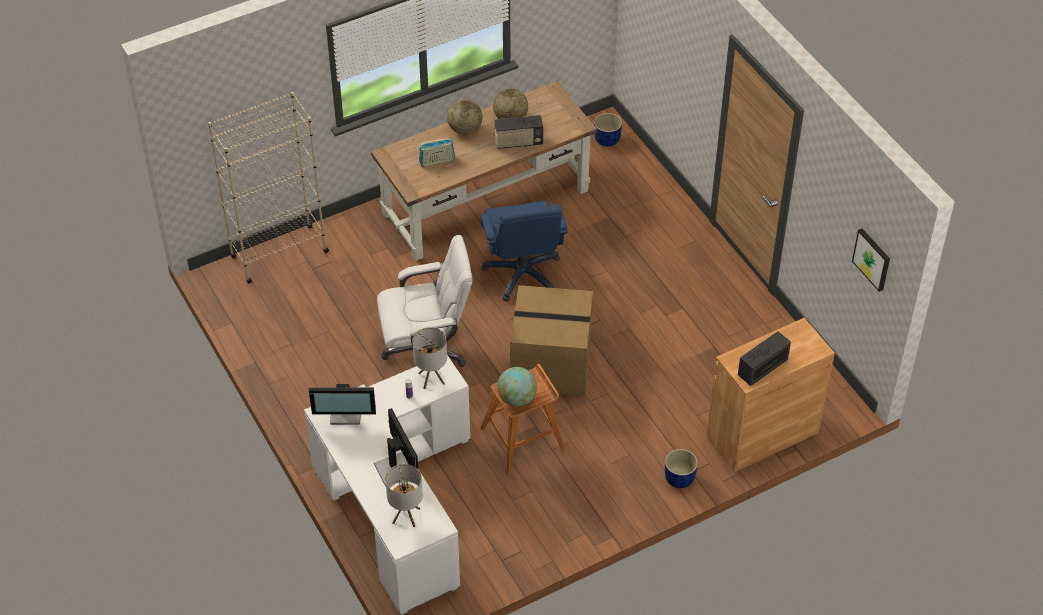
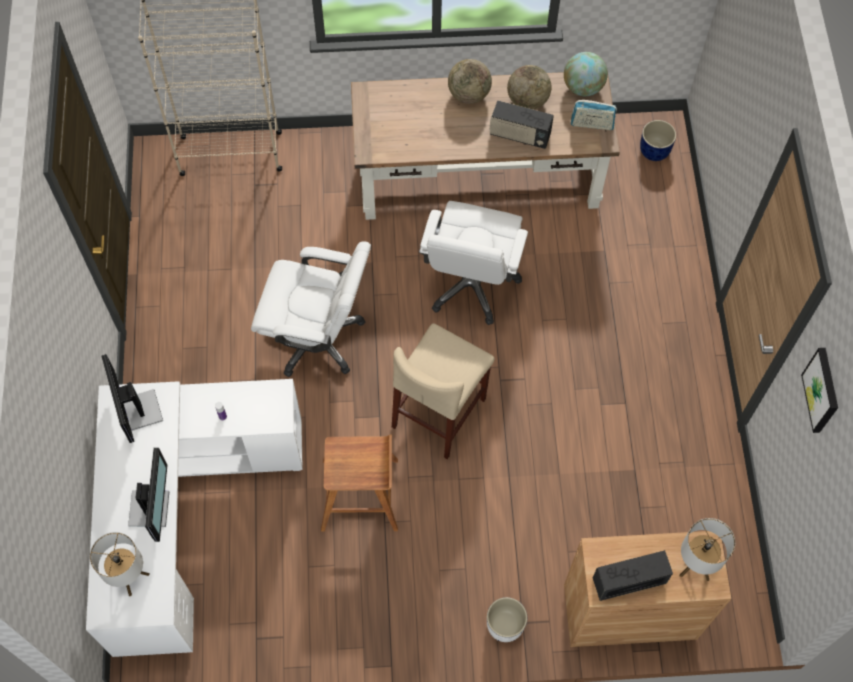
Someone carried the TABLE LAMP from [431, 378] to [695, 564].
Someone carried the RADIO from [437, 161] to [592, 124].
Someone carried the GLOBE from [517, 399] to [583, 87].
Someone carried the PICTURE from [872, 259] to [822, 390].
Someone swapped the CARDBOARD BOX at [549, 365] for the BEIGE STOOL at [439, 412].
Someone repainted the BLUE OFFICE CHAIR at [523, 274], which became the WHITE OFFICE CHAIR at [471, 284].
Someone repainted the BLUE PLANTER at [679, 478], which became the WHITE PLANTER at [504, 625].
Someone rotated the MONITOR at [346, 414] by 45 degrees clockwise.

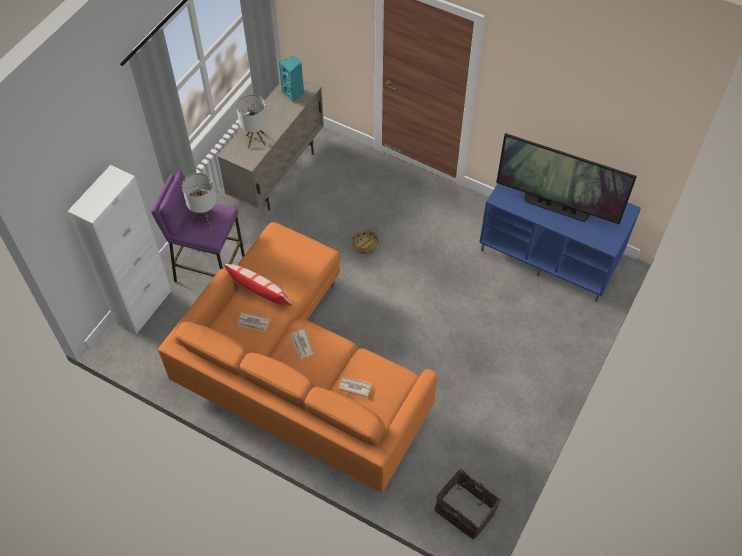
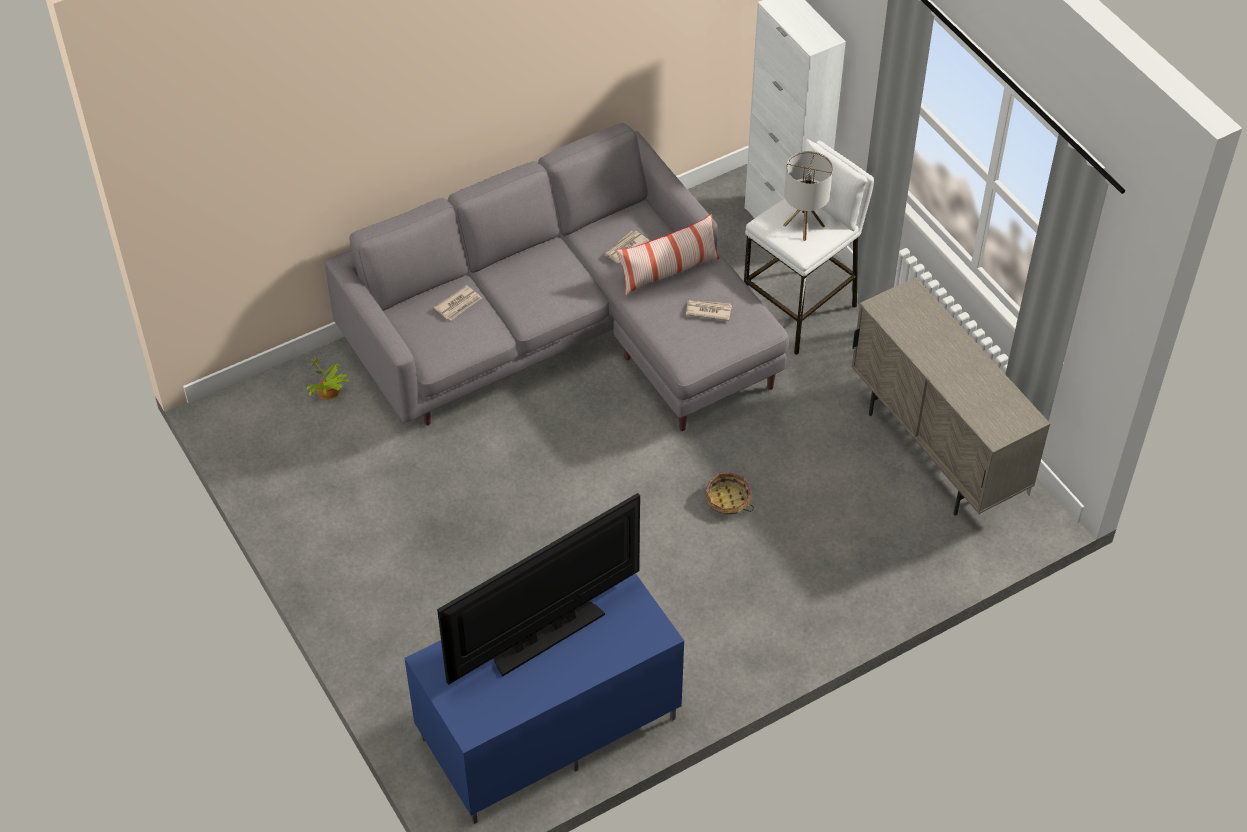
Someone took away the TABLE LAMP at [256, 140].
Someone took away the TURQUOISE SPEAKER at [294, 94].
Someone took away the BASKET at [466, 509].
Someone put down the POTTED PLANT at [328, 392].
Someone carried the NEWSPAPER from [302, 345] to [708, 311].
Someone repainted the PURPLE STOOL at [209, 270], which became the WHITE STOOL at [800, 310].
Someone repainted the ORANGE SOFA at [298, 376], which became the GREY SOFA at [565, 336].

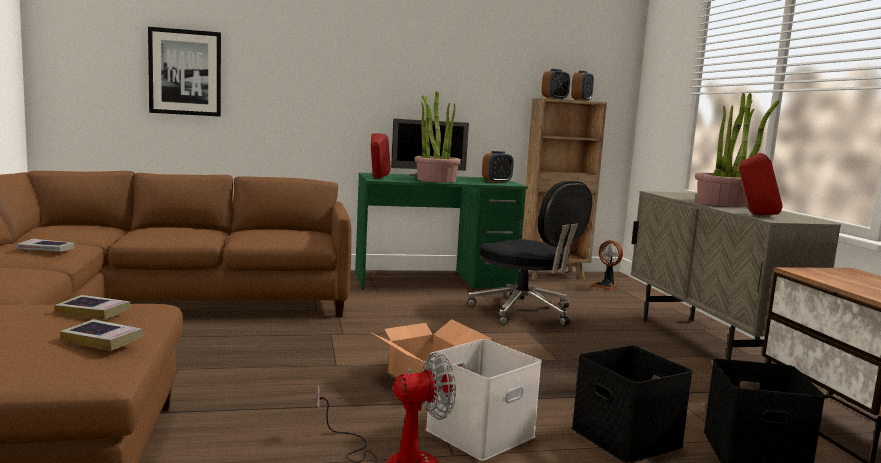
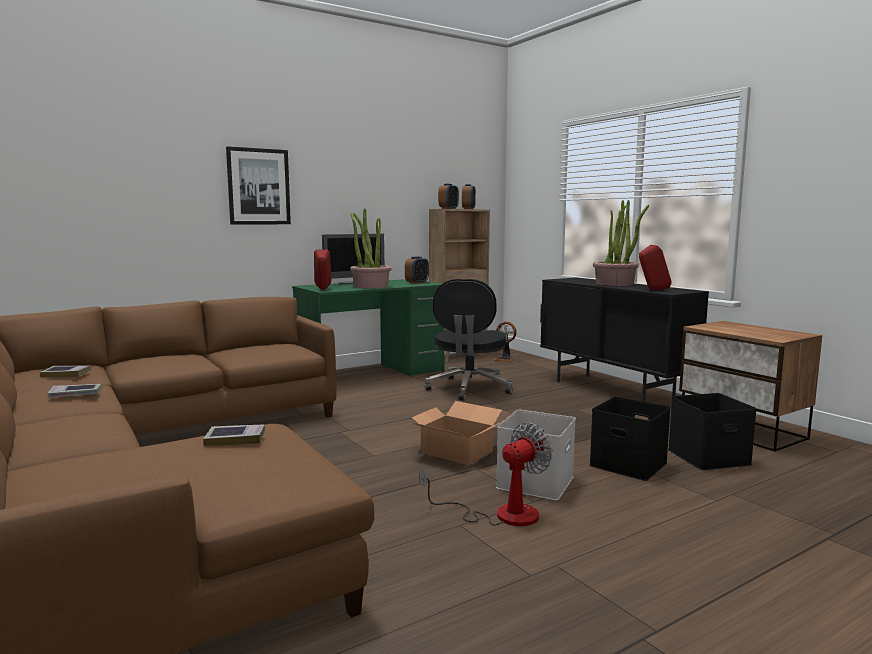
Someone carried the BOOK from [102, 340] to [66, 374].
Someone carried the PICTURE from [185, 72] to [258, 186].
Someone repainted the BEIGE CABINET at [708, 344], which became the BLACK CABINET at [613, 390].
Someone rotated the BLACK OFFICE CHAIR at [524, 312] by 75 degrees clockwise.

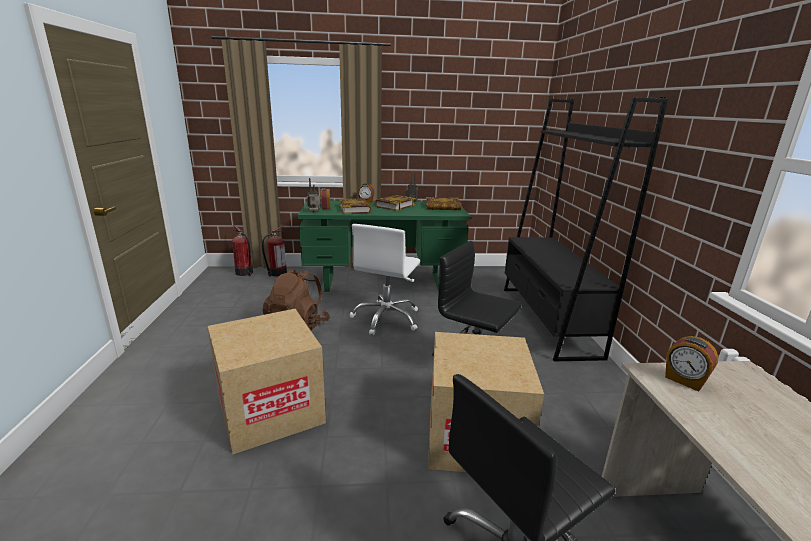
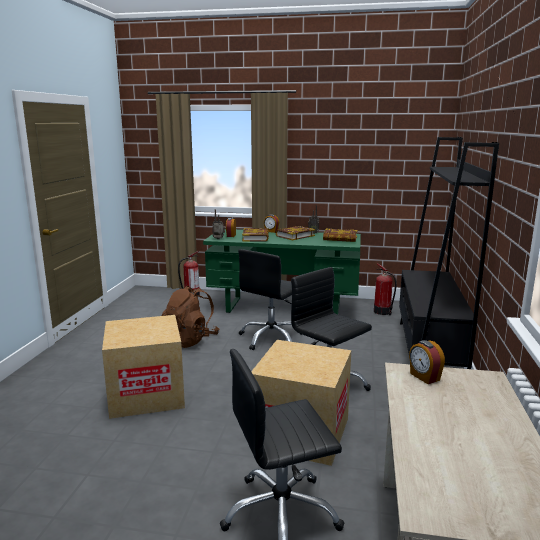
Someone carried the FIRE EXTINGUISHER from [245, 273] to [383, 312].
Someone repainted the WHITE OFFICE CHAIR at [386, 318], which became the BLACK OFFICE CHAIR at [271, 338].

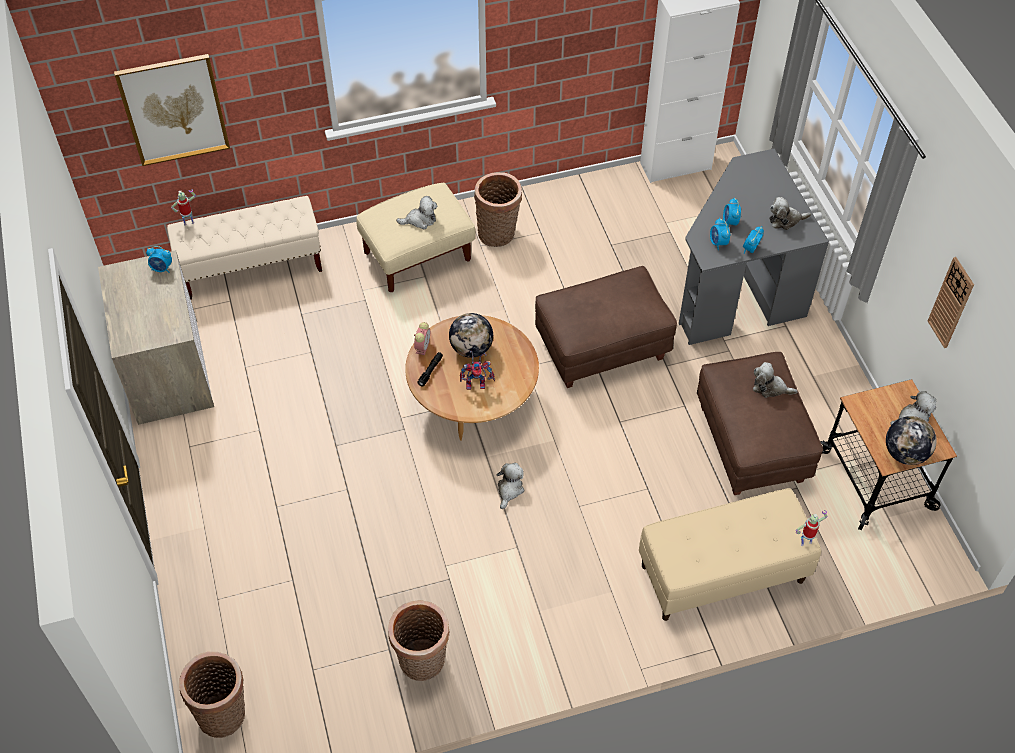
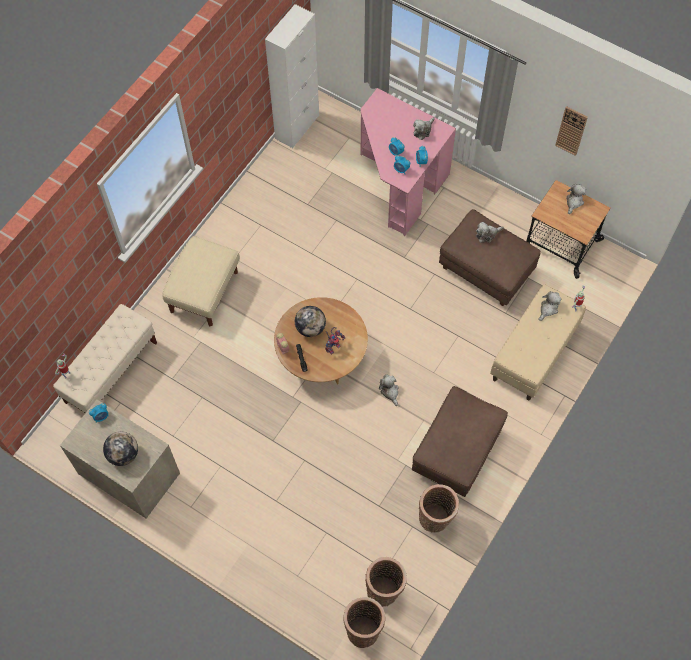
Someone took away the PICTURE at [174, 109].
Someone carried the PLUSH TOY from [420, 220] to [548, 309].
Someone carried the BASKET from [498, 234] to [384, 590].
Someone carried the BROWN OTTOMAN from [602, 348] to [456, 452].
Someone carried the GLOBE from [905, 453] to [123, 454].
Someone repainted the GREY DESK at [737, 287], which became the PINK DESK at [399, 182].

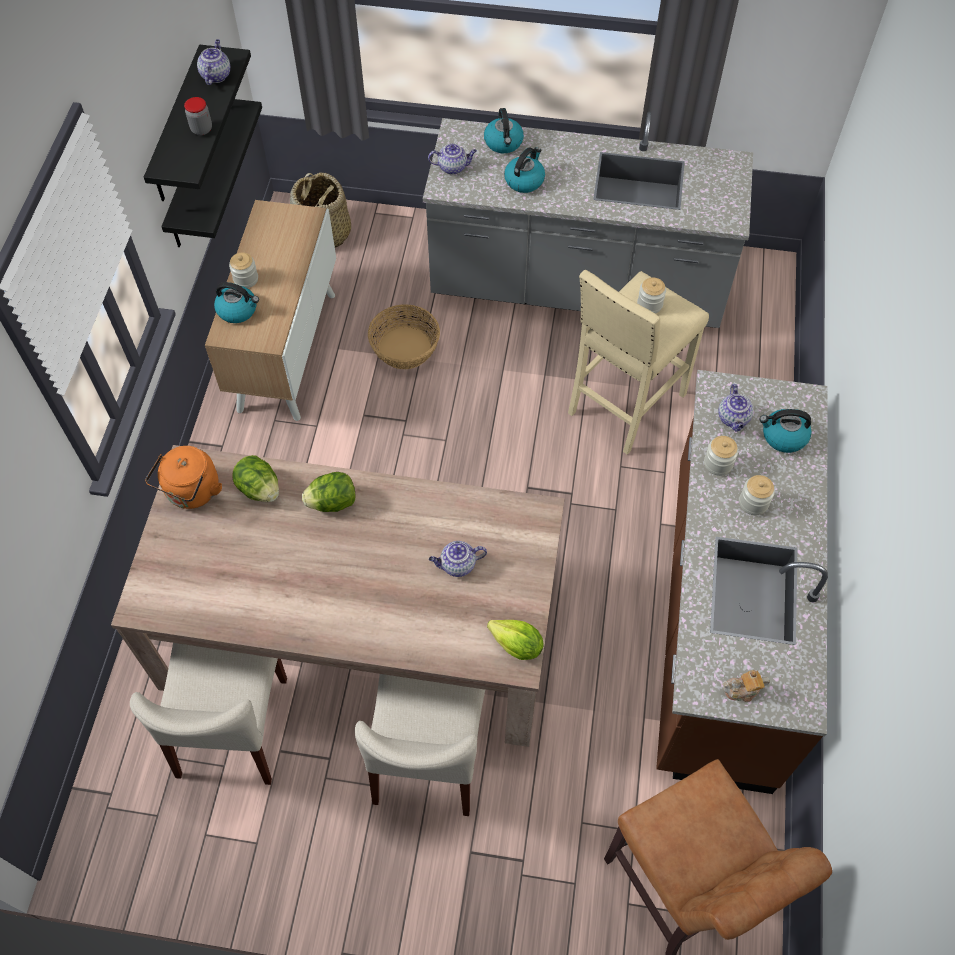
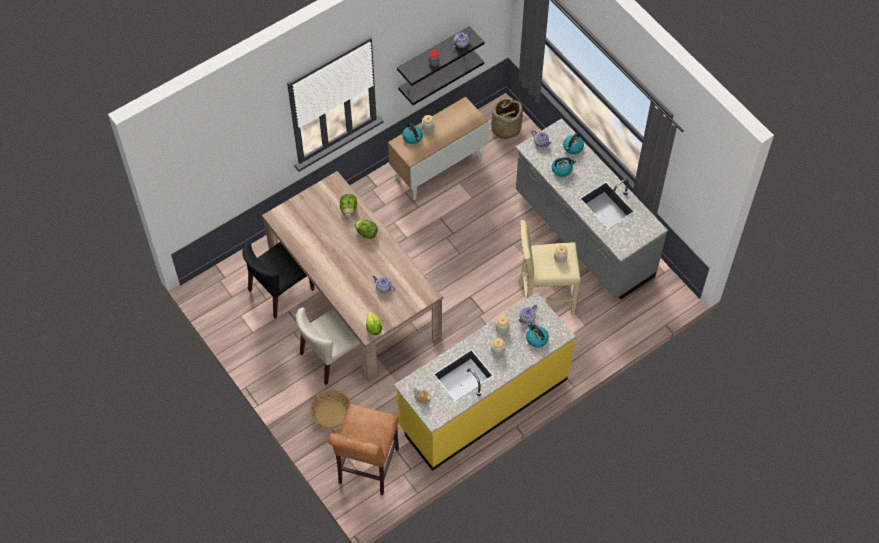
Someone took away the ORANGE KETTLE at [191, 493].
Someone carried the BASKET from [404, 347] to [331, 413].
Someone repainted the BEIGE CHAIR at [233, 728], which became the BLACK CHAIR at [281, 290].
Someone repainted the BROWN COUNTER at [718, 620], which became the YELLOW COUNTER at [483, 402].

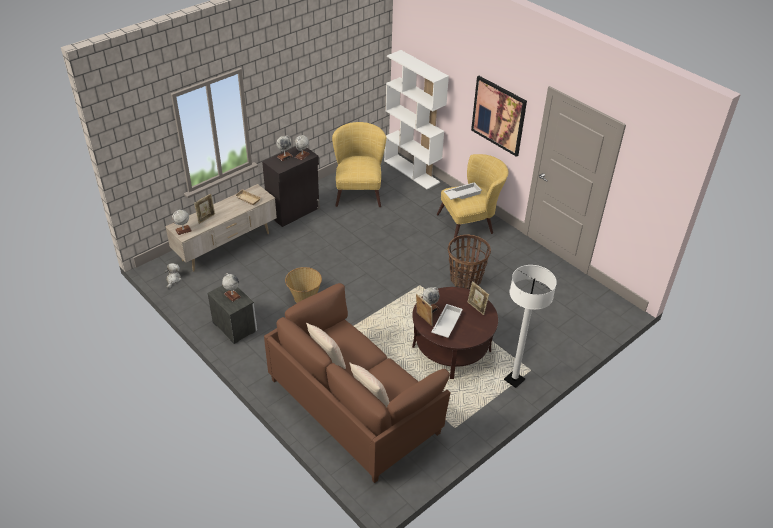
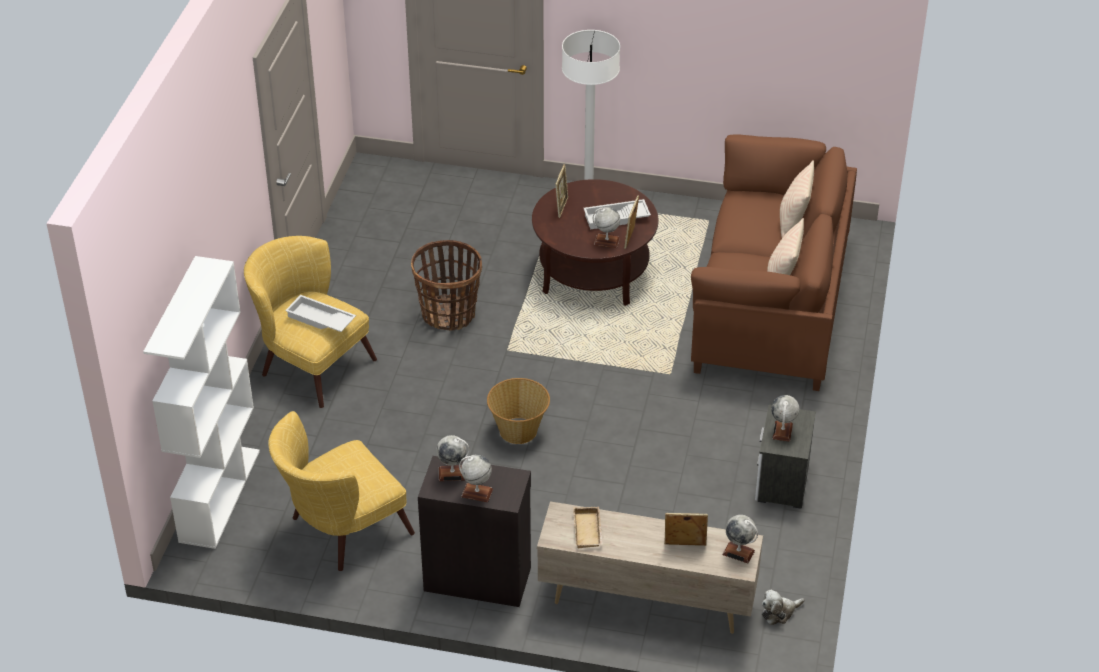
Someone took away the PICTURE at [498, 115].
Someone carried the BASKET from [304, 297] to [518, 431].

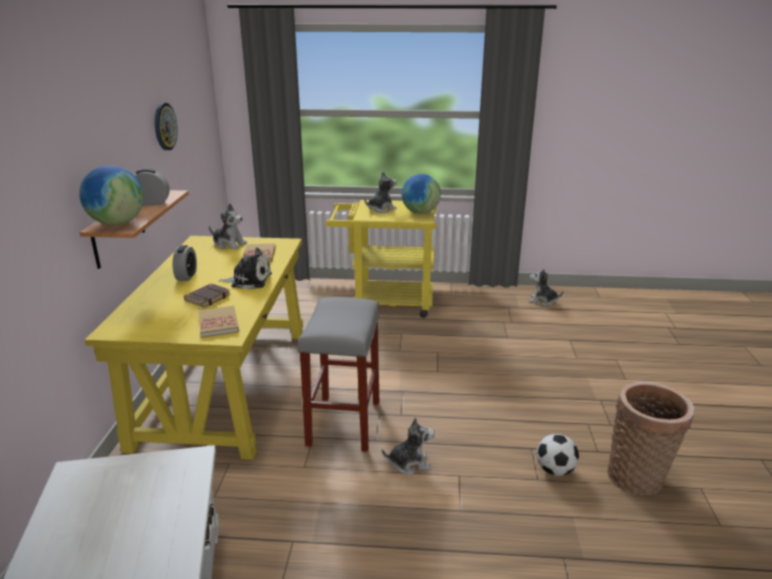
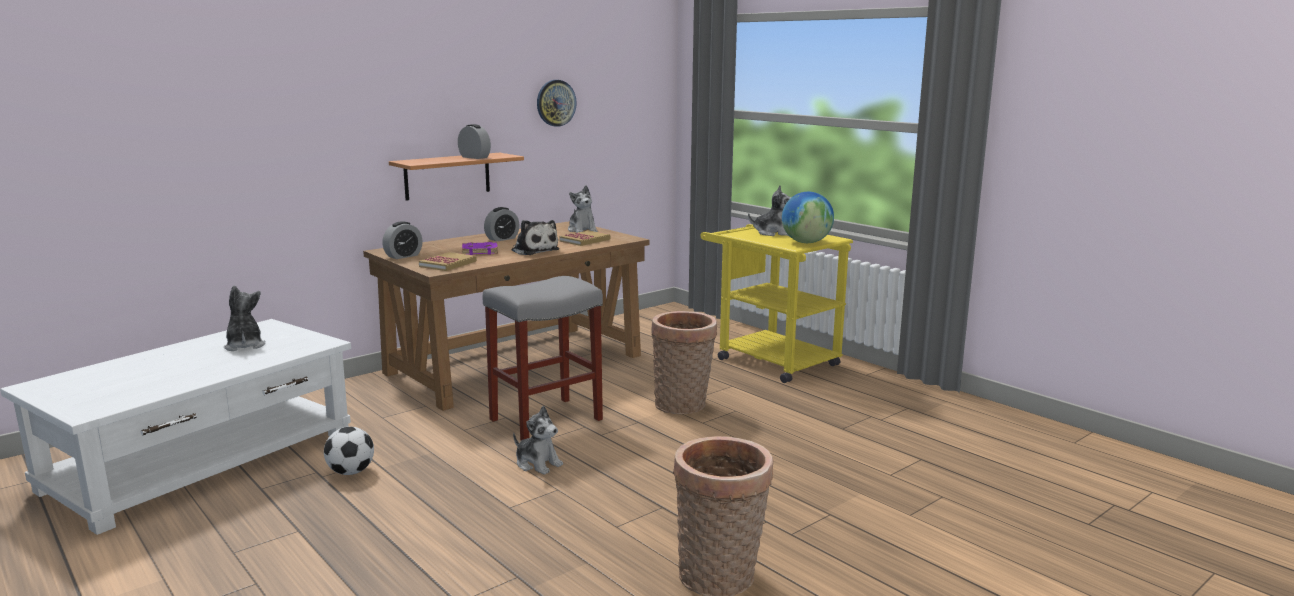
Someone took away the GLOBE at [117, 223].
Someone put down the ALARM CLOCK at [403, 256].
Someone put down the BASKET at [683, 406].
Someone carried the PLUSH TOY from [542, 301] to [244, 346].
Someone carried the FOOTBALL from [555, 470] to [351, 472].
Someone repainted the YELLOW DESK at [225, 384], which became the BROWN DESK at [515, 364].
Someone repainted the BROWN BOOK at [207, 298], which became the PURPLE BOOK at [480, 251].

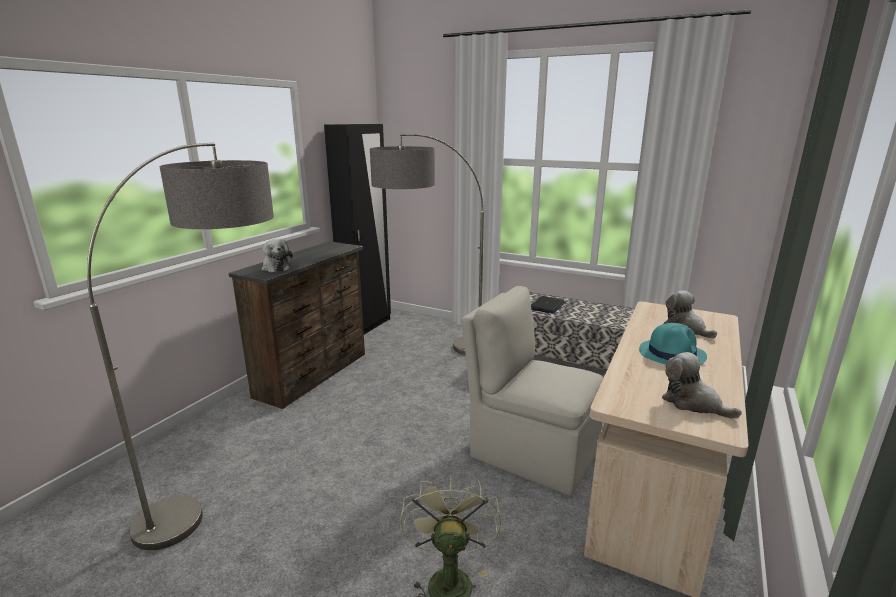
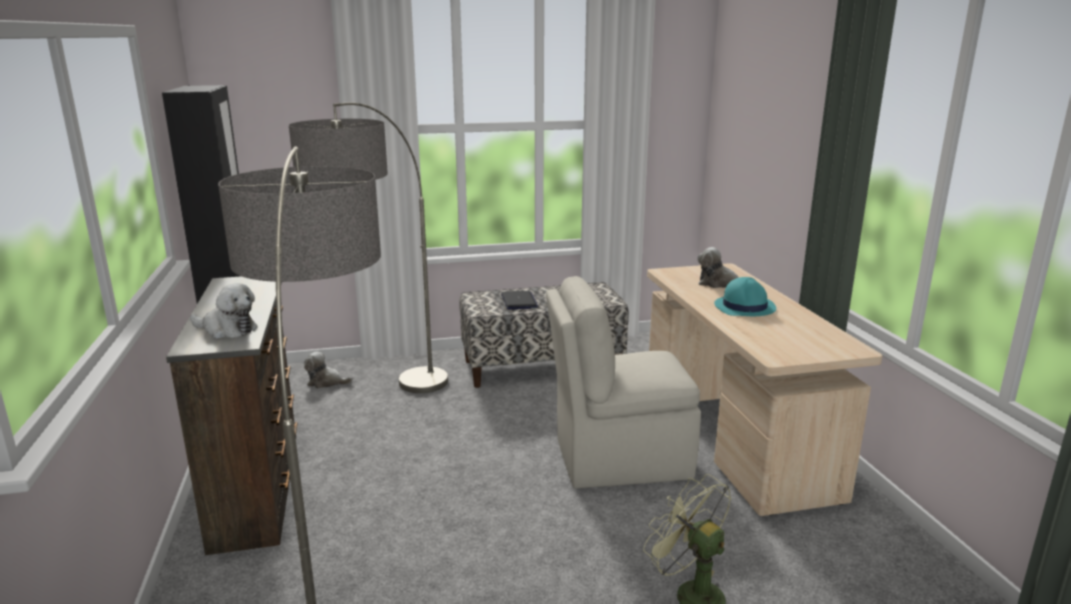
Someone carried the PLUSH TOY from [693, 403] to [326, 382].

